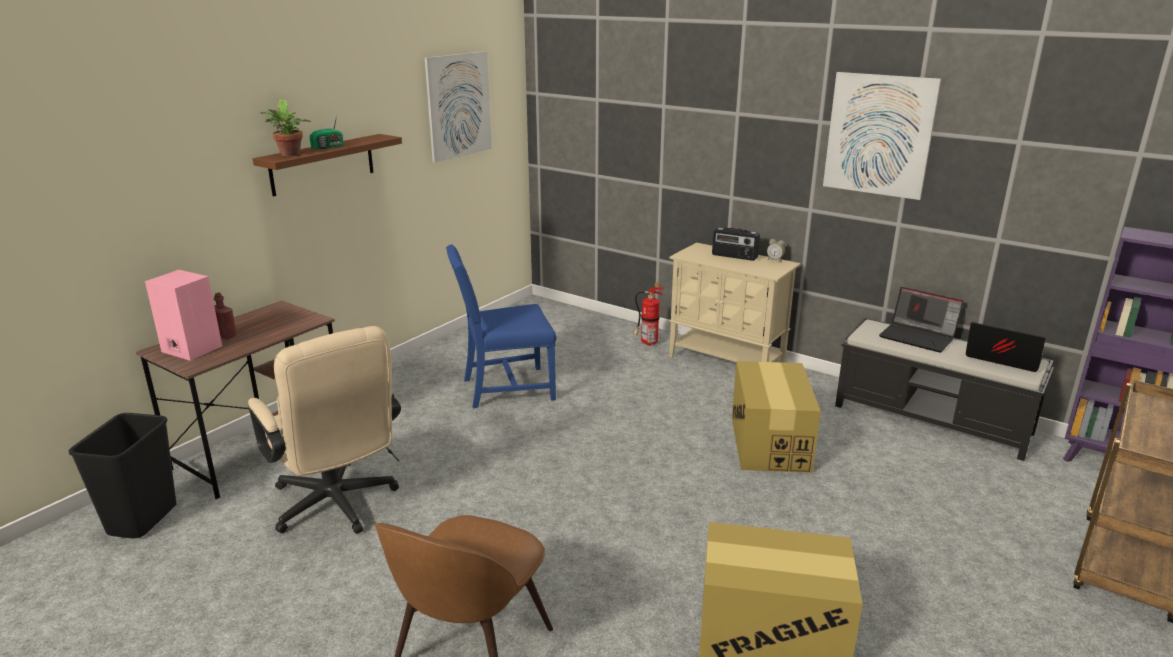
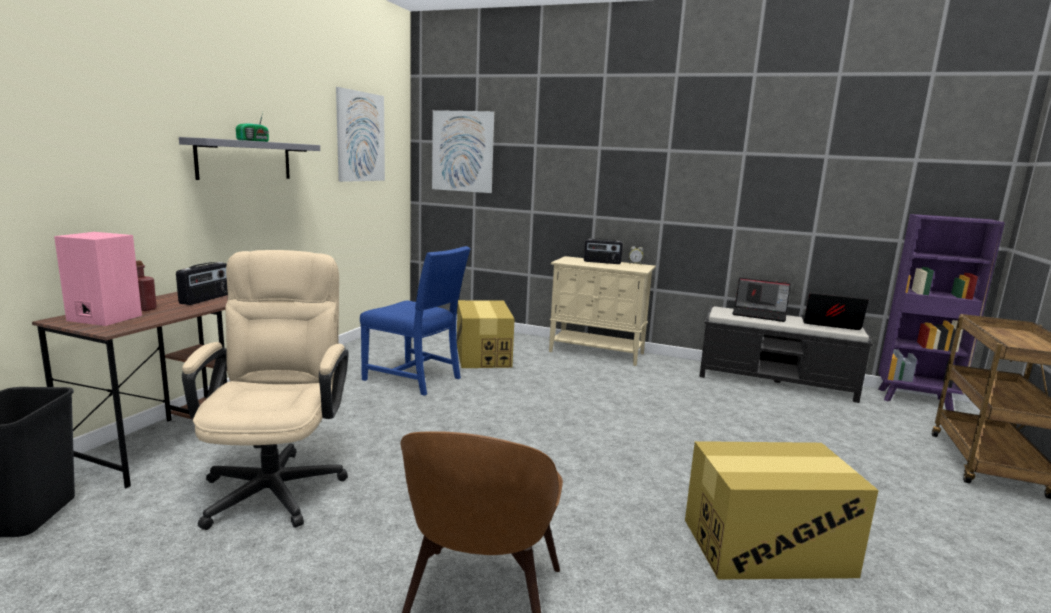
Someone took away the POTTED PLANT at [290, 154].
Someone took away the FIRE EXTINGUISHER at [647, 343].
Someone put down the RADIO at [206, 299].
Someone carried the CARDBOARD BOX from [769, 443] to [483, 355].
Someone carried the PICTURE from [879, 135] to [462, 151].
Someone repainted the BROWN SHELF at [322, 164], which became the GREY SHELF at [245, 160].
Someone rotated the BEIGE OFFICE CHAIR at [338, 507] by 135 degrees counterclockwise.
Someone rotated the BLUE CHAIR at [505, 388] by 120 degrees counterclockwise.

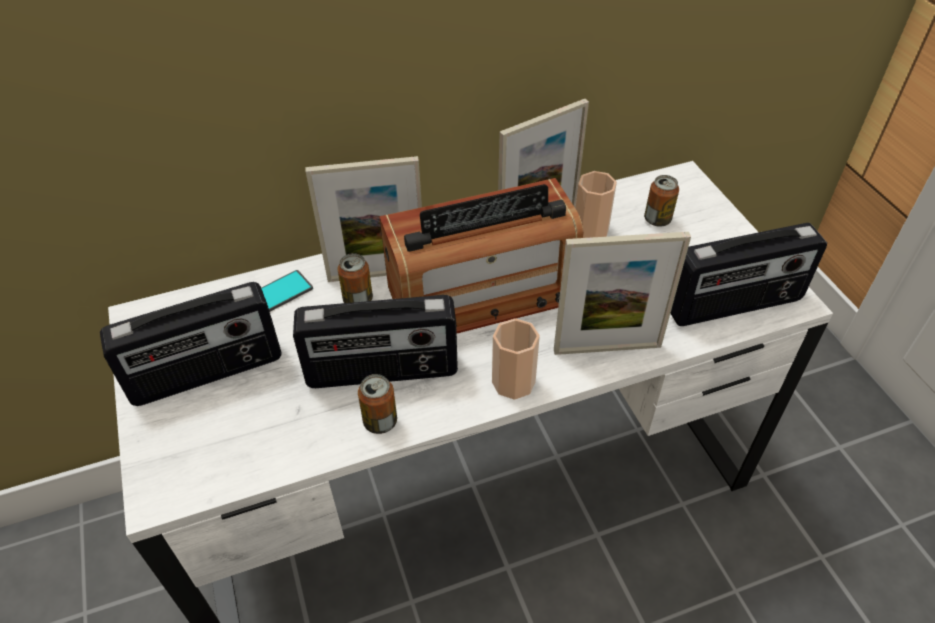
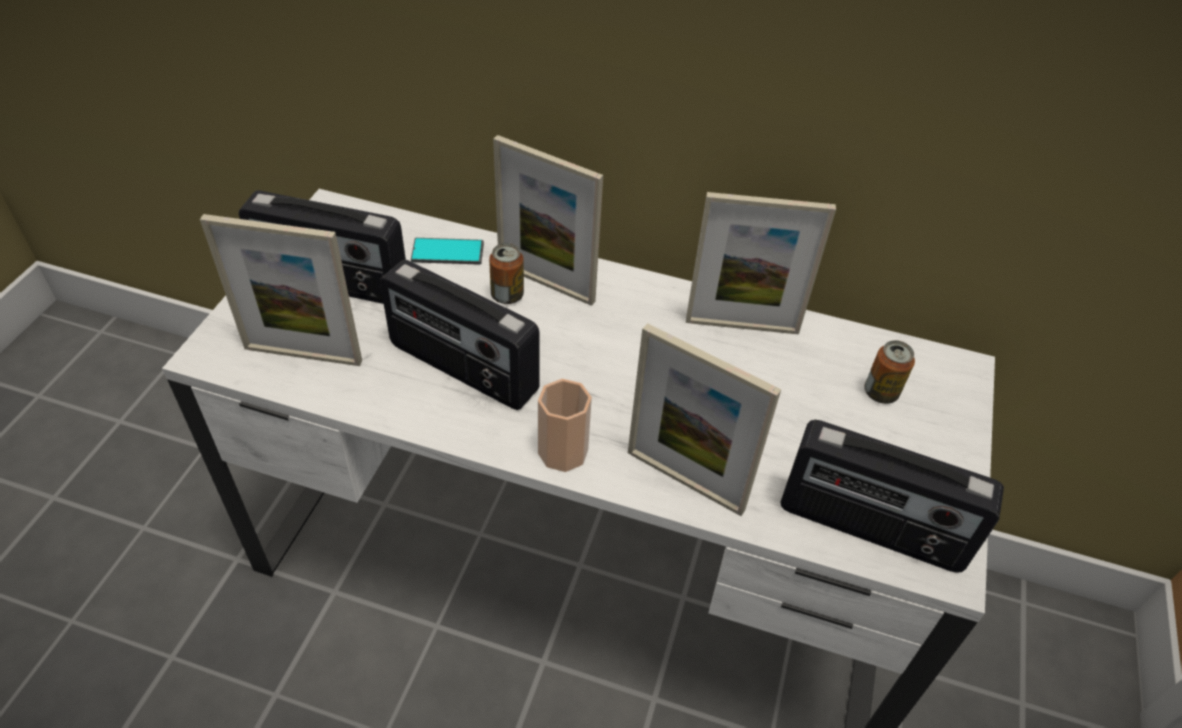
Someone took away the CAN at [380, 421].
Someone took away the RADIO at [482, 294].
Someone took away the CUP at [590, 230].
Someone put down the PICTURE FRAME at [303, 355].

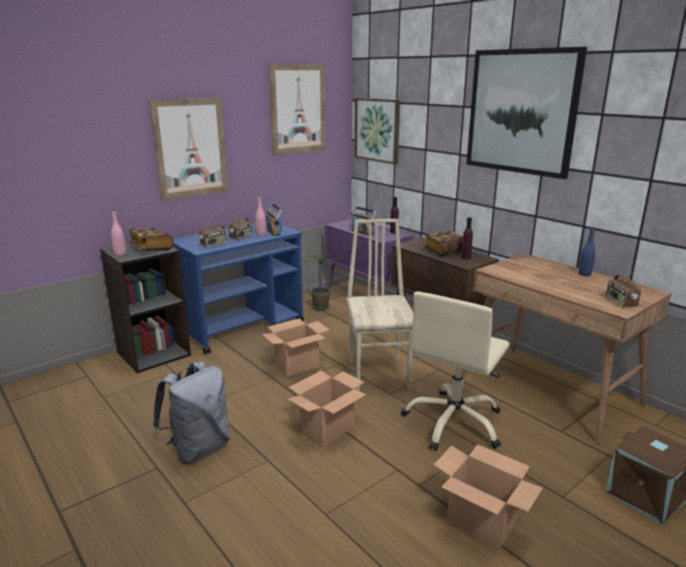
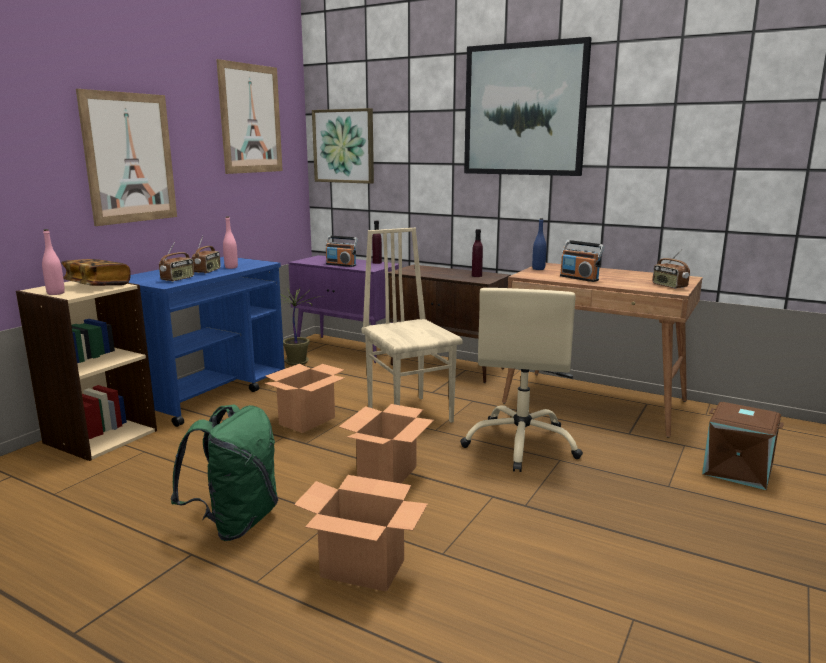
Someone took away the BOOK at [445, 251].
Someone carried the RADIO from [274, 232] to [579, 278].
Someone carried the CARDBOARD BOX from [482, 522] to [363, 568].
Someone carried the BLUE BOTTLE from [584, 274] to [538, 269].
Someone repainted the BLACK BOOKCASE at [153, 353], which became the BEIGE BOOKCASE at [100, 436].
Someone repainted the GREY BACKPACK at [198, 448], which became the GREEN BACKPACK at [235, 522].

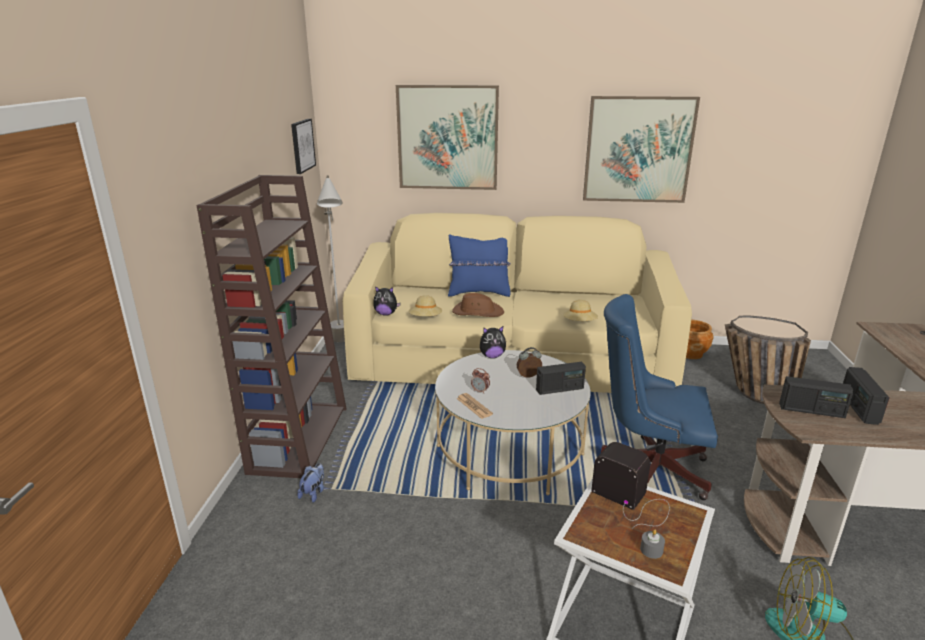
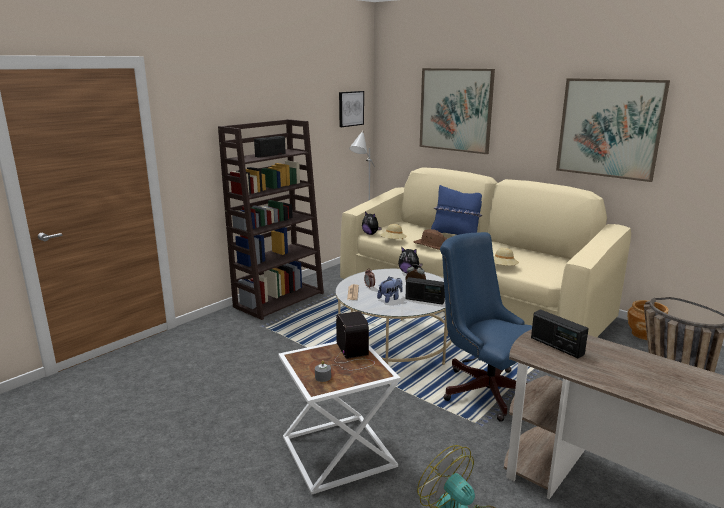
Someone carried the PLUSH TOY from [313, 493] to [390, 299].
Someone carried the RADIO from [858, 408] to [270, 155].

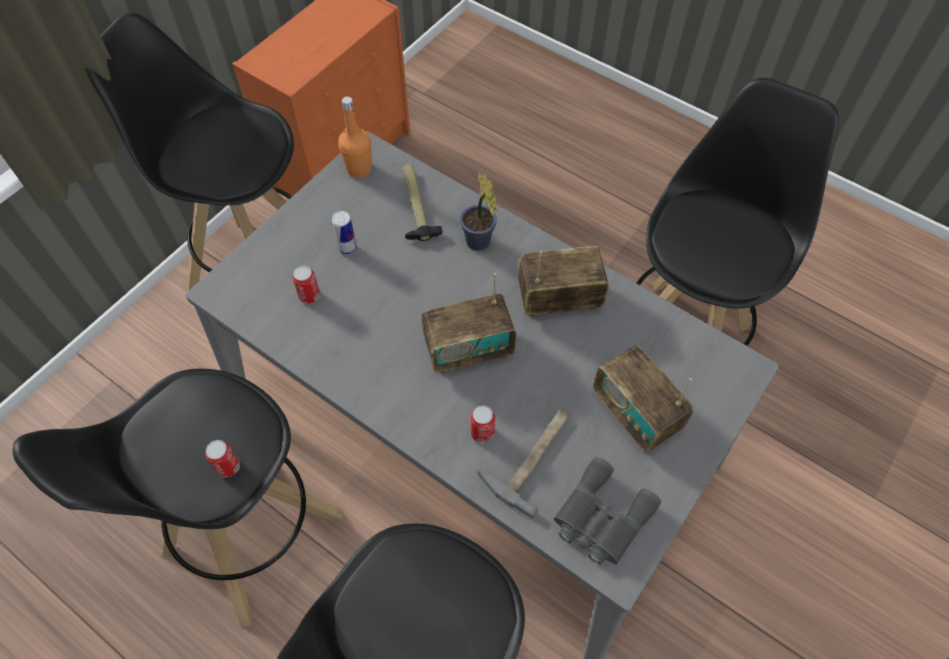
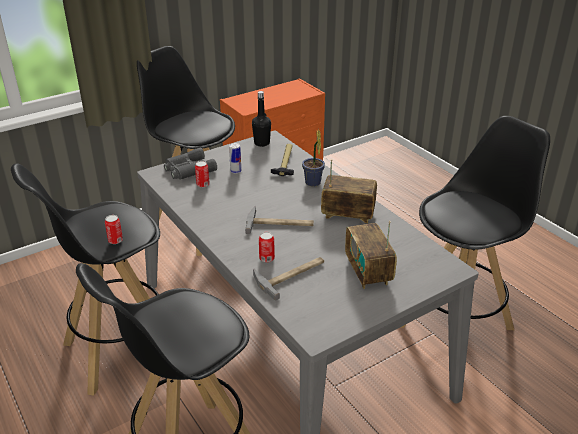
Someone carried the GREY BINOCULARS from [600, 518] to [188, 169].
Someone swapped the RADIO at [468, 349] for the HAMMER at [280, 223].
Someone repainted the ORANGE BOTTLE at [359, 169], which became the BLACK BOTTLE at [262, 143].

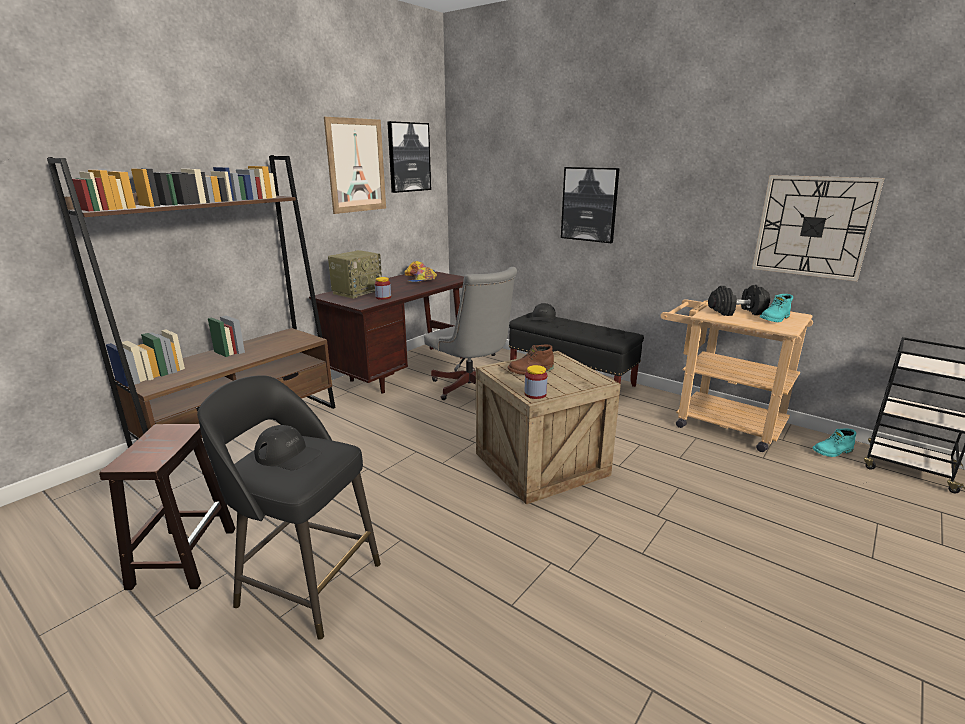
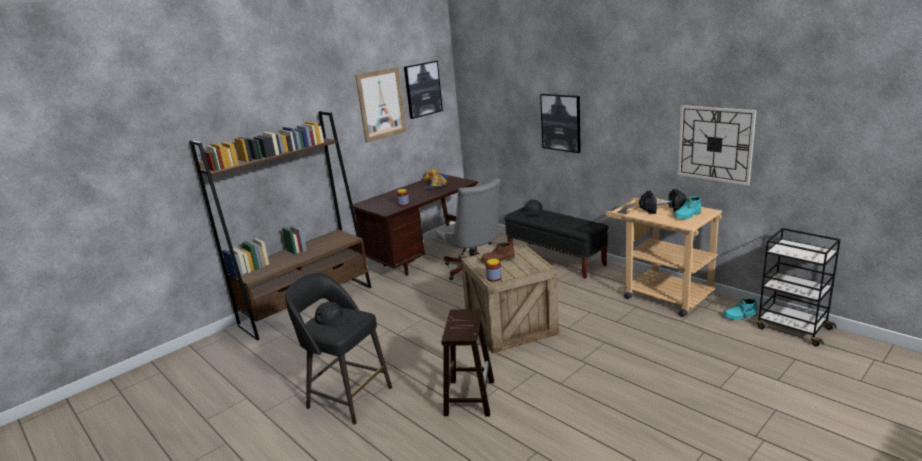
Someone took away the RADIO at [357, 292].
Someone carried the BROWN STOOL from [184, 556] to [469, 397].

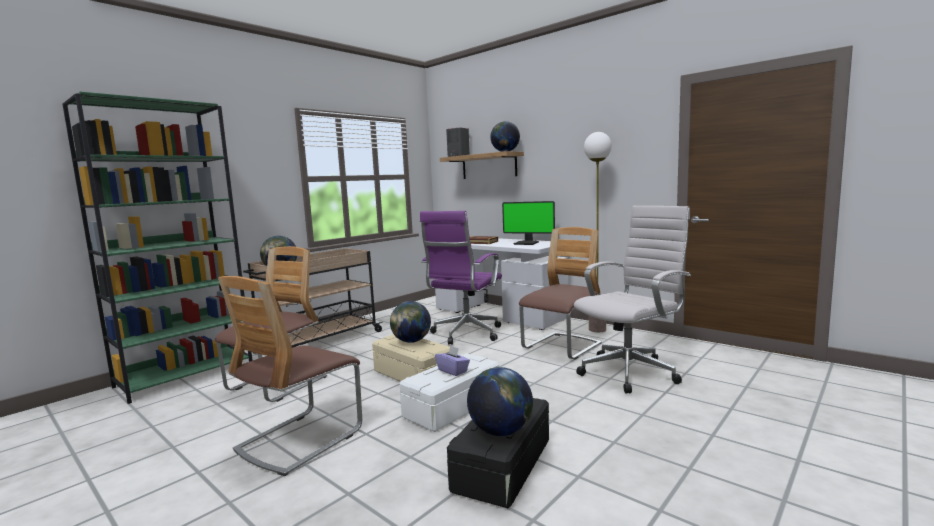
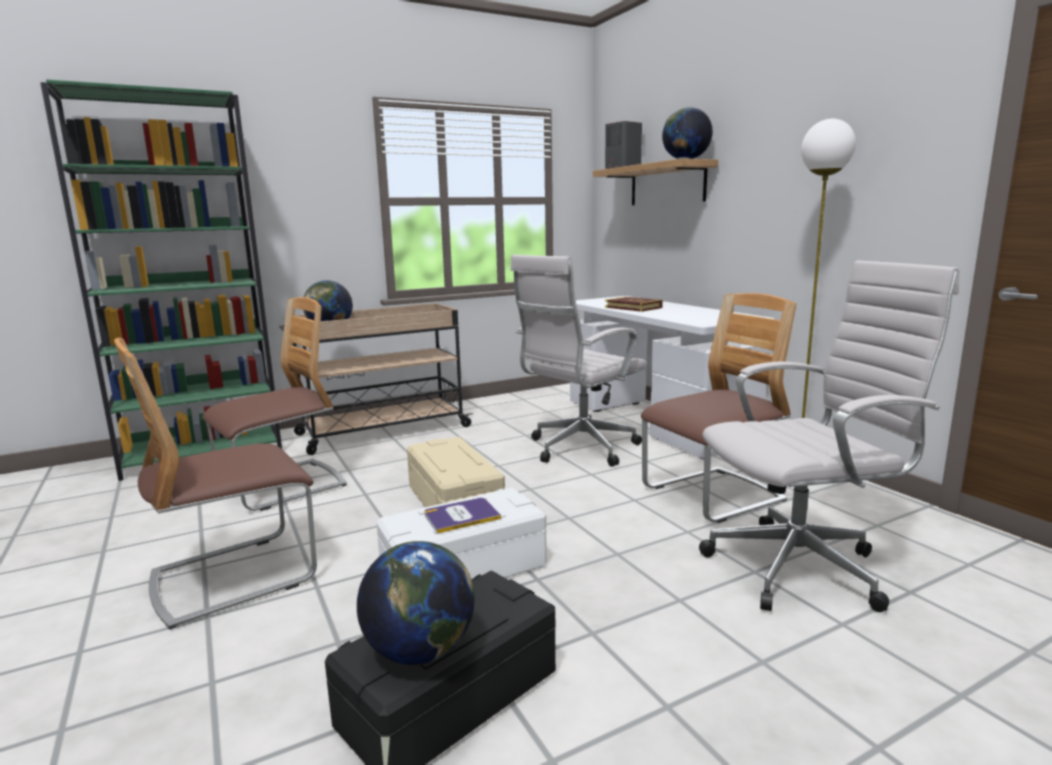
Someone took away the GLOBE at [411, 341].
Someone took away the MONITOR at [527, 243].
Someone swapped the PURPLE TISSUE BOX at [453, 371] for the BOOK at [461, 516].
Someone repainted the PURPLE OFFICE CHAIR at [465, 334], which became the WHITE OFFICE CHAIR at [579, 449].

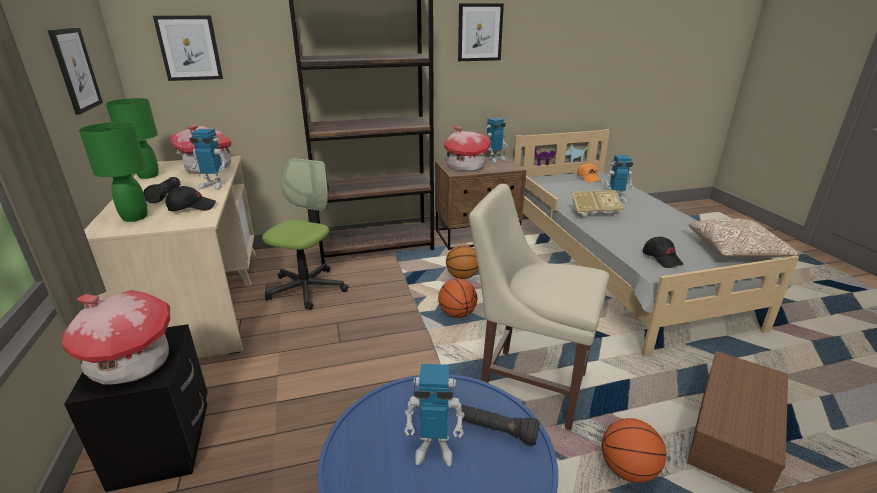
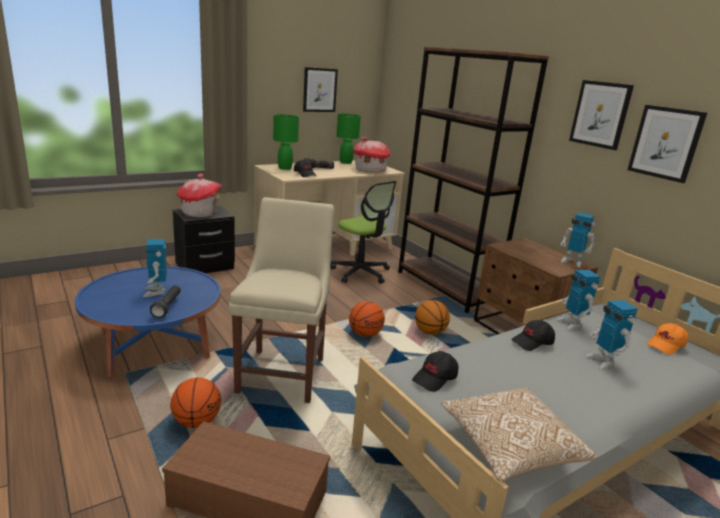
Someone took away the TOY HOUSE at [465, 167].
Someone carried the PICTURE from [189, 48] to [665, 143].
Someone carried the TOY ROBOT from [213, 185] to [571, 324].
Someone swapped the BOOK at [594, 213] for the BLACK CAP at [532, 342].
Someone rotated the OFFICE CHAIR at [307, 288] by 45 degrees clockwise.

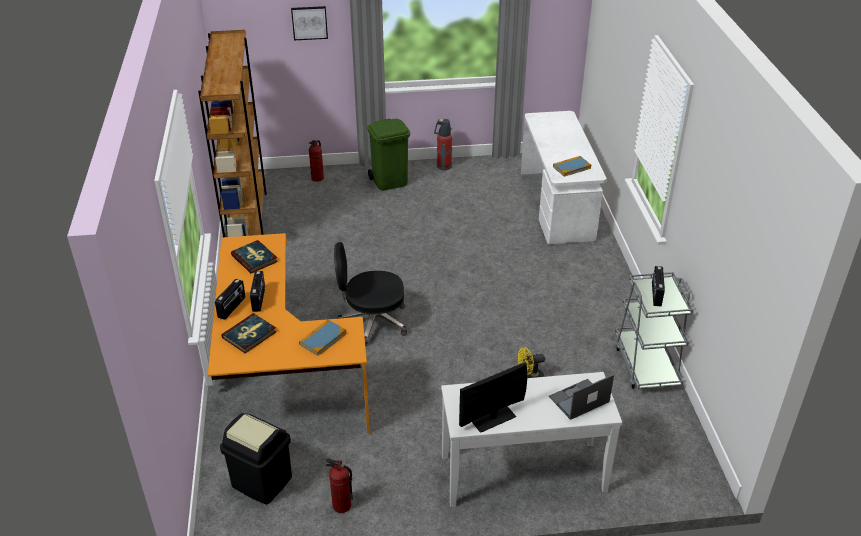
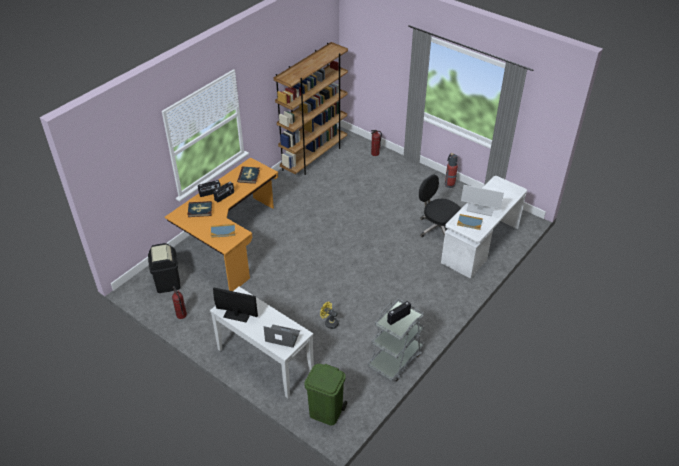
Someone took away the PICTURE at [309, 22].
Someone put down the MONITOR at [479, 209].
Someone carried the BLACK OFFICE CHAIR from [372, 322] to [438, 228].
Someone carried the GREEN TRASH CAN from [390, 181] to [326, 412].

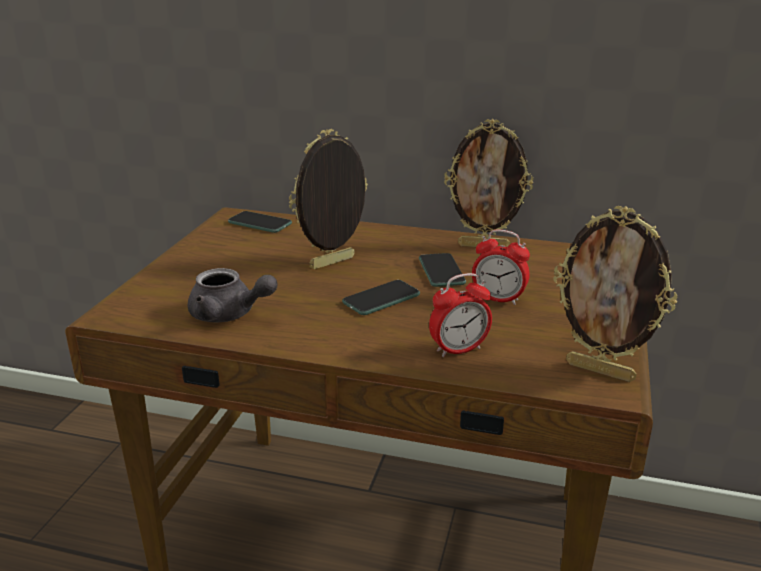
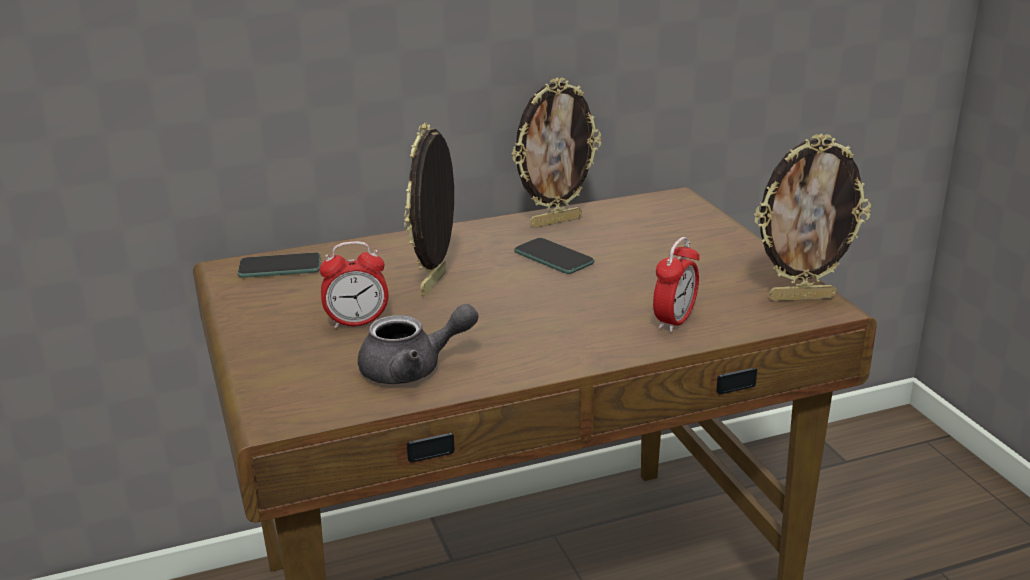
Someone took away the PHONE at [381, 299].
Someone carried the ALARM CLOCK from [498, 299] to [357, 323].

